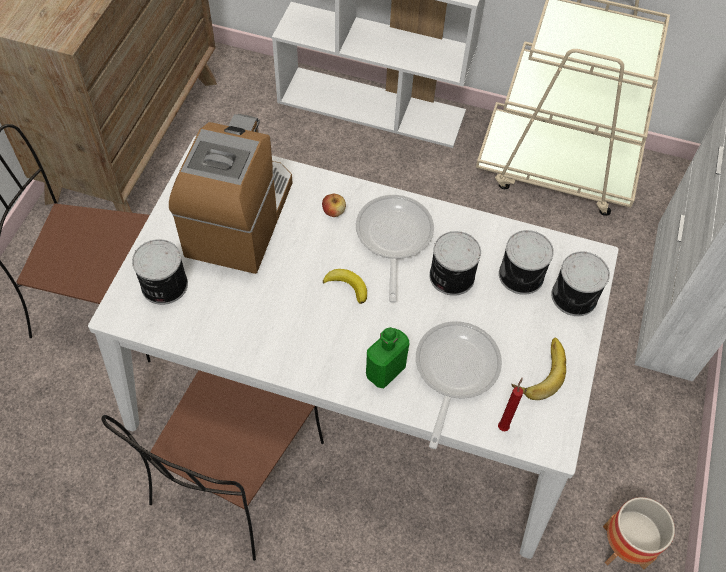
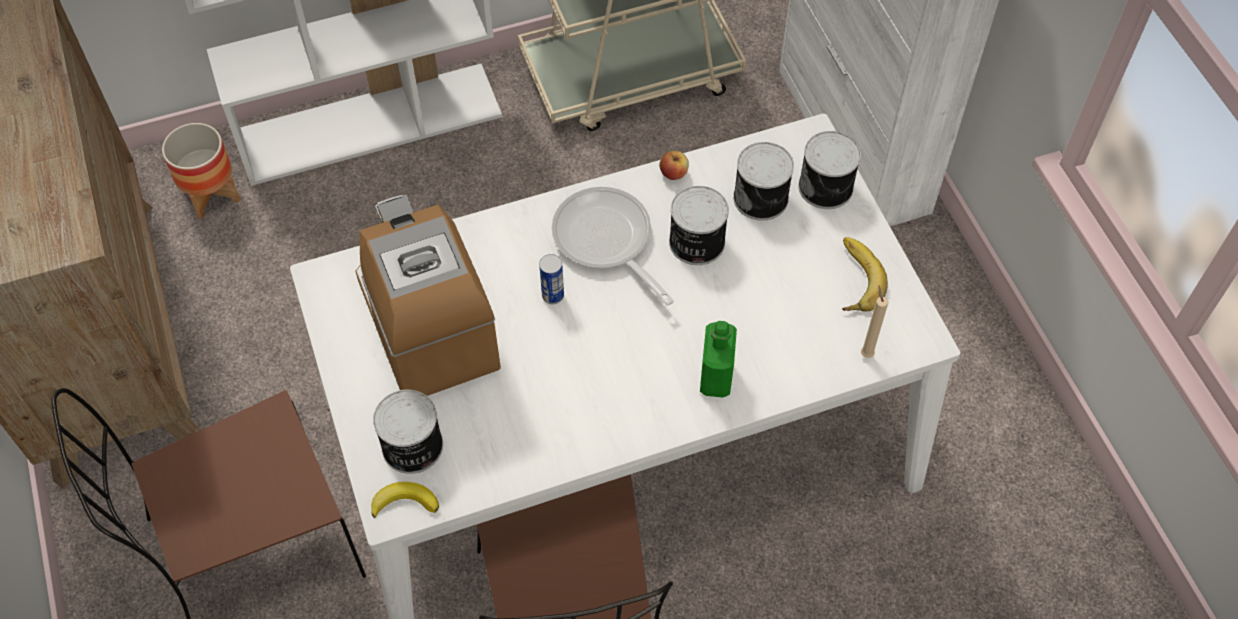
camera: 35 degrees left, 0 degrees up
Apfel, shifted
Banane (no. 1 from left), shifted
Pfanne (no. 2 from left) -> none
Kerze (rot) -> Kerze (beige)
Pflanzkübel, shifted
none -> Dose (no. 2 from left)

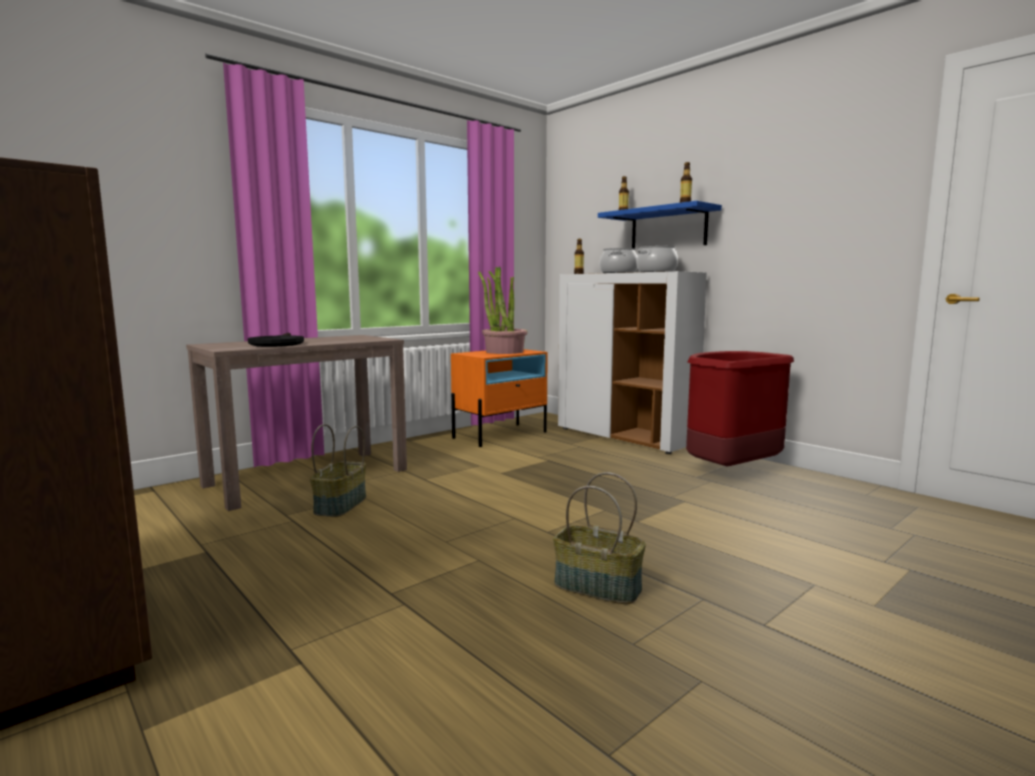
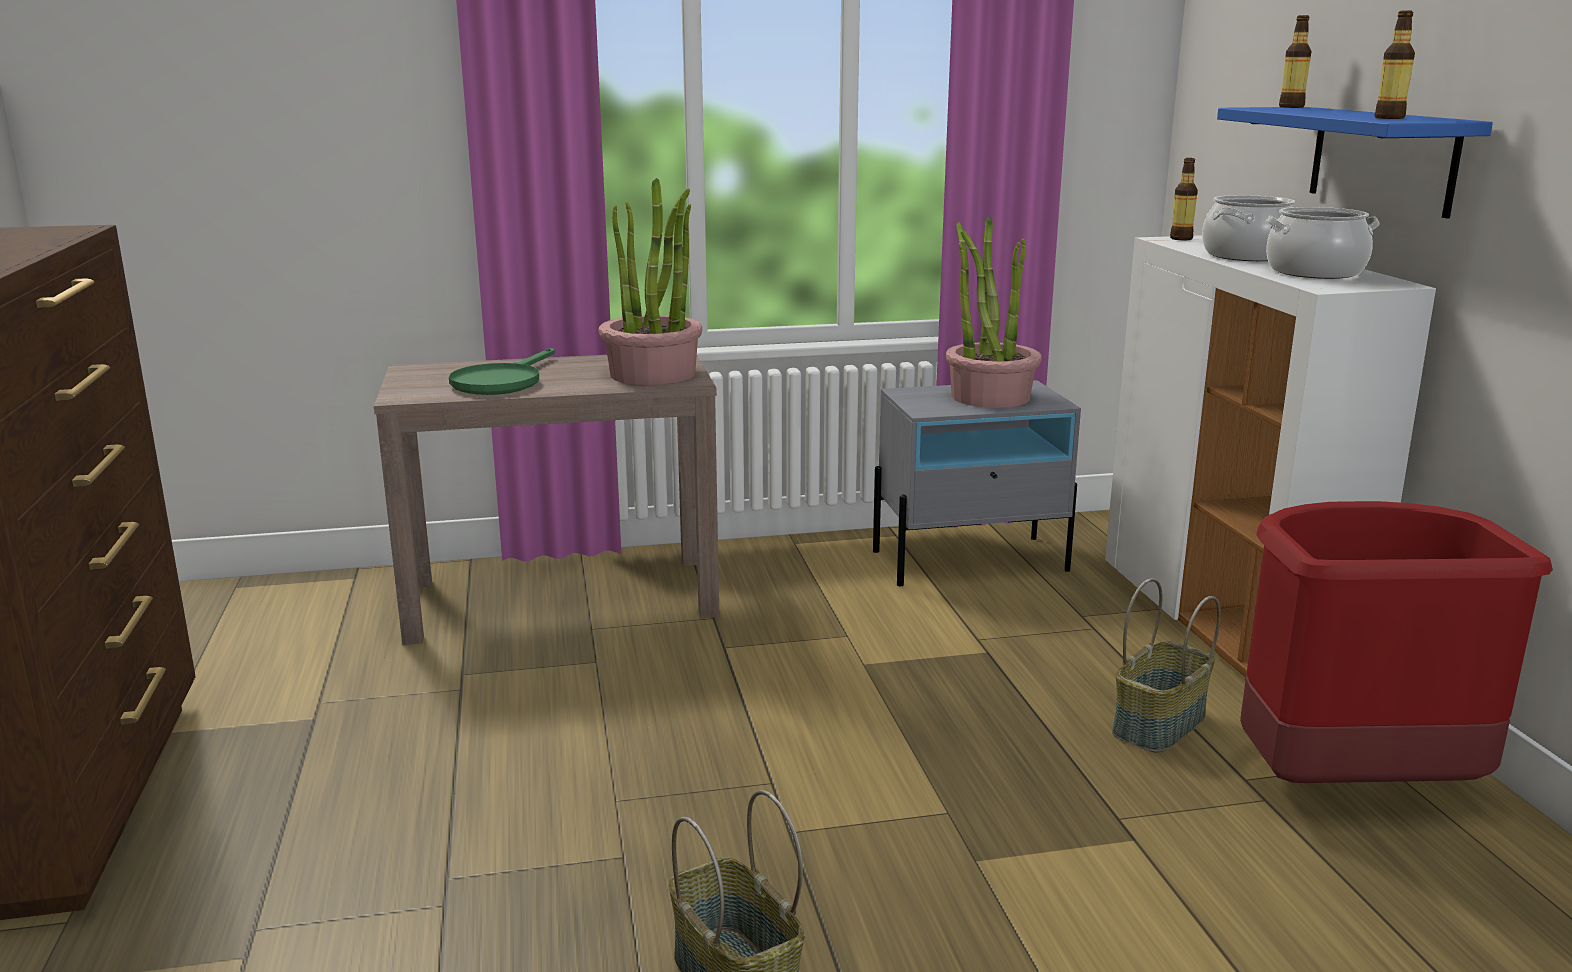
camera: 30 degrees right, 10 degrees up
Pfanne (schwarz) -> Pfanne (grün)
Nachttisch (orange) -> Nachttisch (grau)
Korb (no. 1 from left in the first image) -> Korb (no. 2 from left), shifted
none -> Topfpflanze (no. 1 from left)

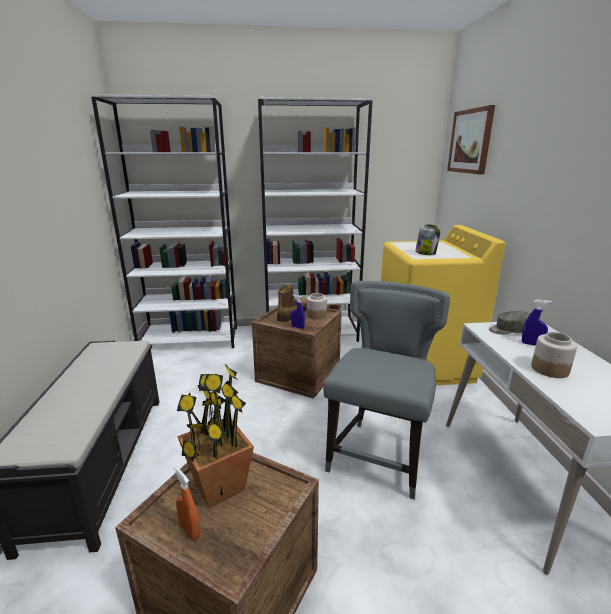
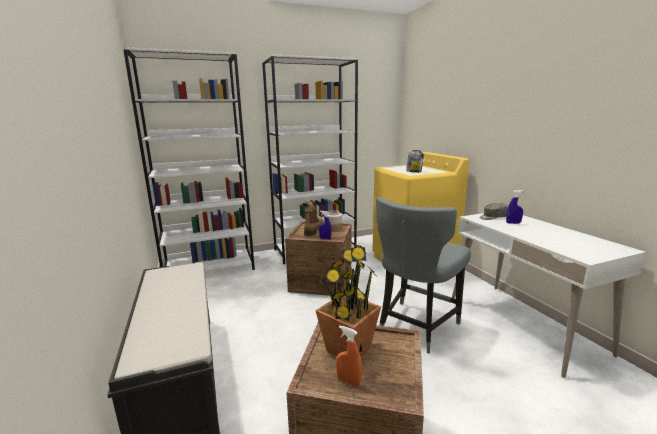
camera: 15 degrees left, 5 degrees down
Bild -> none
Stuhl (grau), 150 degrees counterclockwise
Vorratsglas (no. 3 from left) -> none

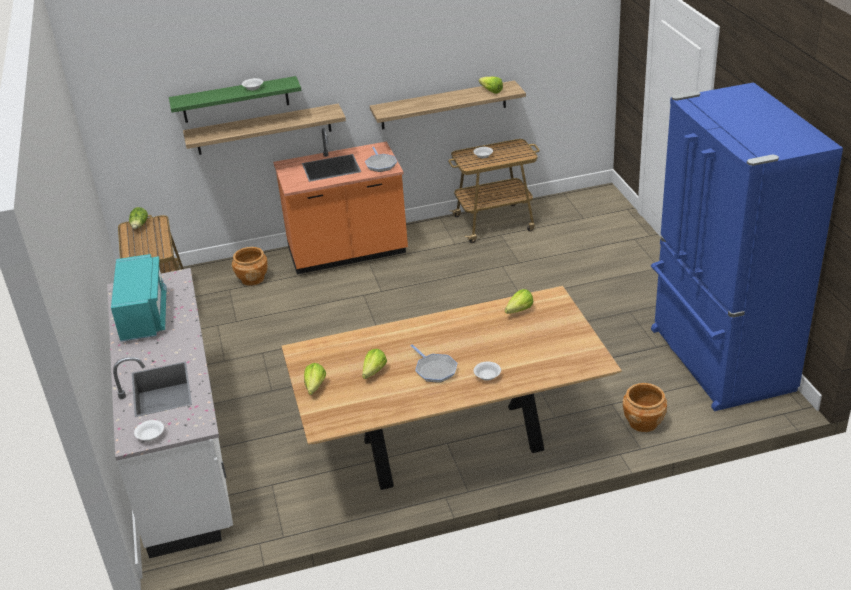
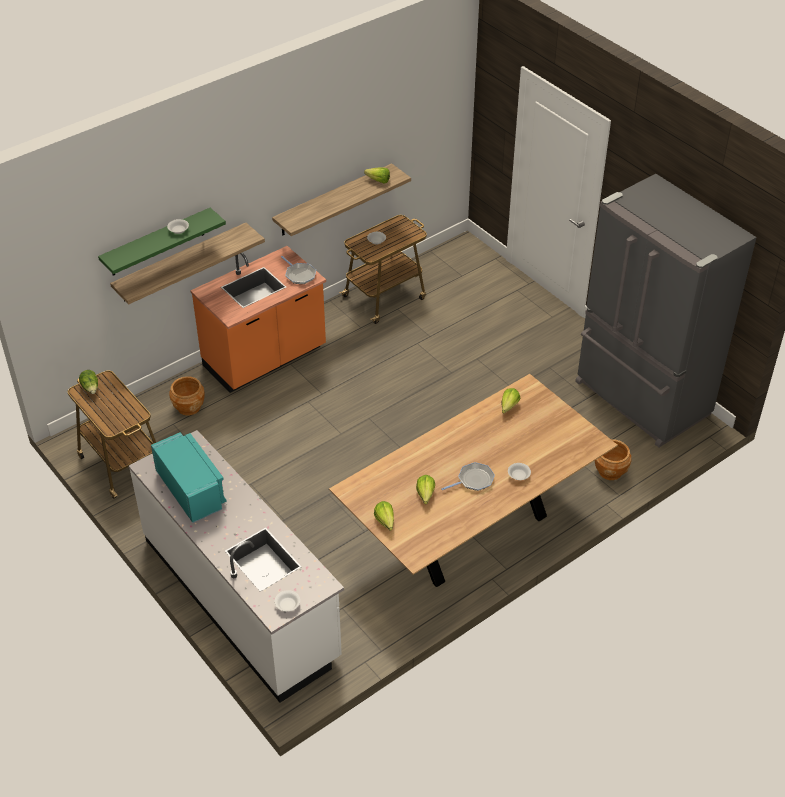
camera: 25 degrees left, 10 degrees up
Kühlschrank (blau) -> Kühlschrank (grau)
Pfanne (no. 2 from left), 60 degrees counterclockwise

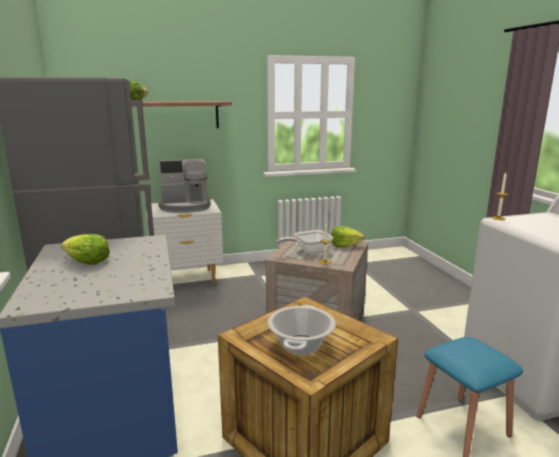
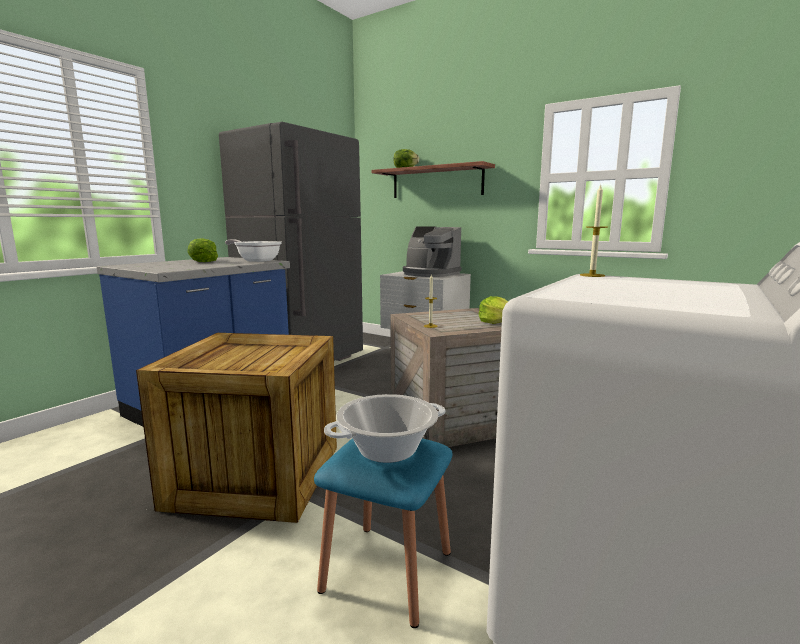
camera: 50 degrees right, 5 degrees down
Pfanne, shifted
Kochtopf, shifted

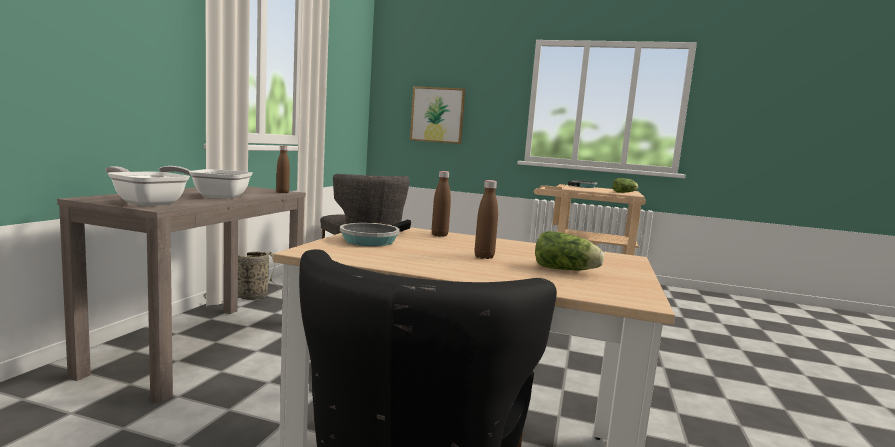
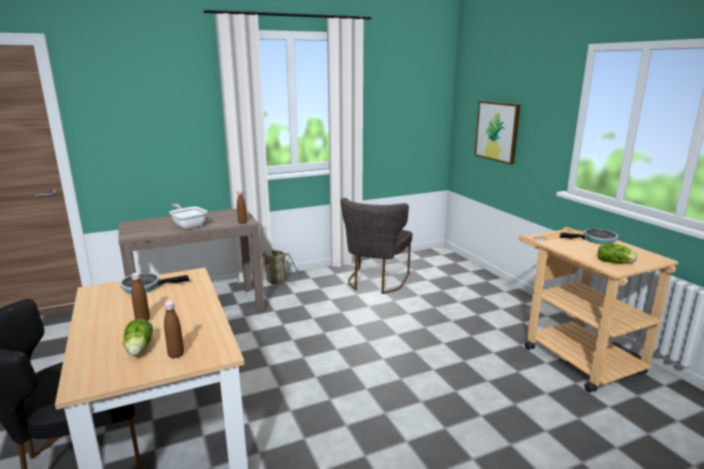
camera: 50 degrees right, 10 degrees up
Pfanne (no. 1 from left) -> none
Flasche (braun) (no. 2 from left), shifted

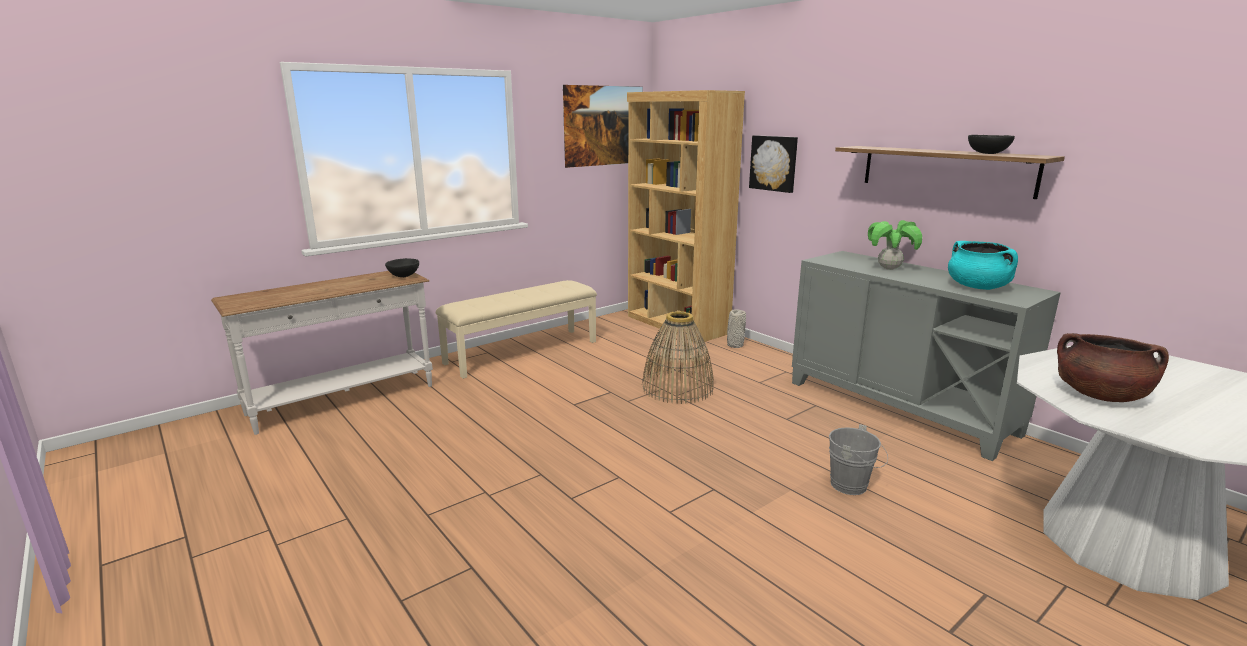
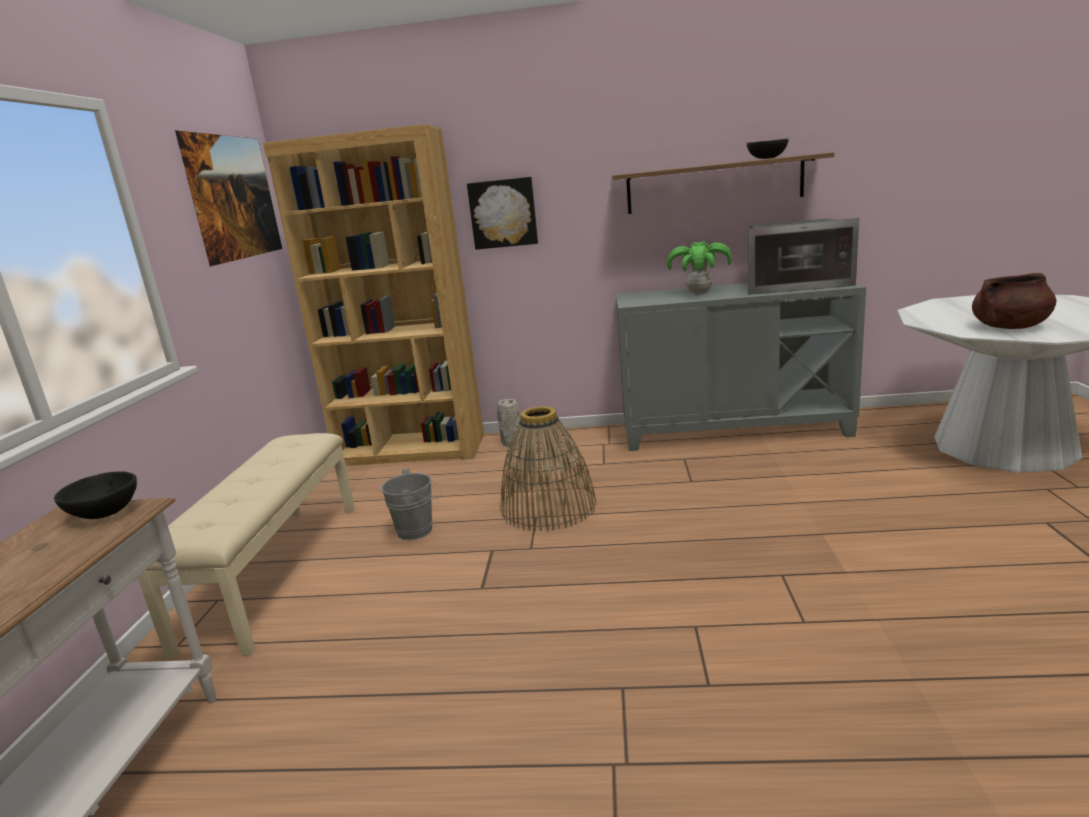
camera: 45 degrees left, 0 degrees up
Kochtopf (türkis) -> Mikrowelle
Eimer (grau), shifted

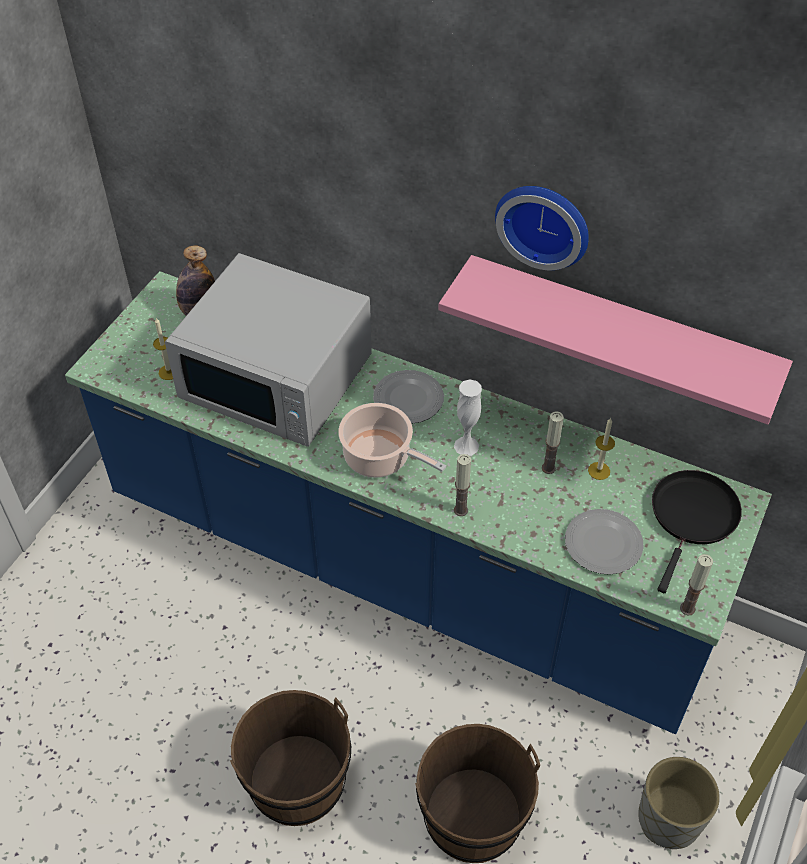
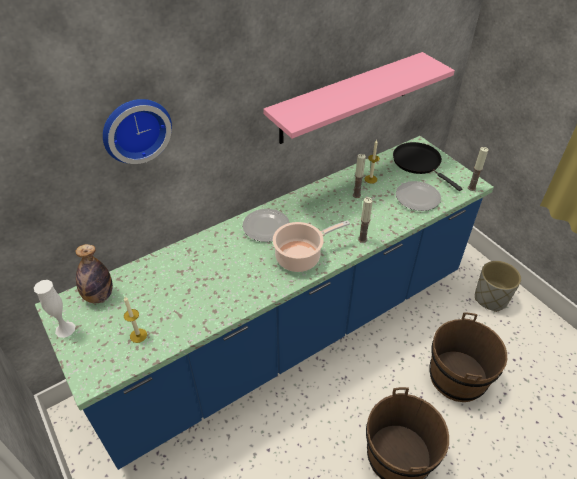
camera: 60 degrees left, 5 degrees down
Wanduhr, shifted
Mikrowelle (weiß) -> none
Vase (weiß), shifted

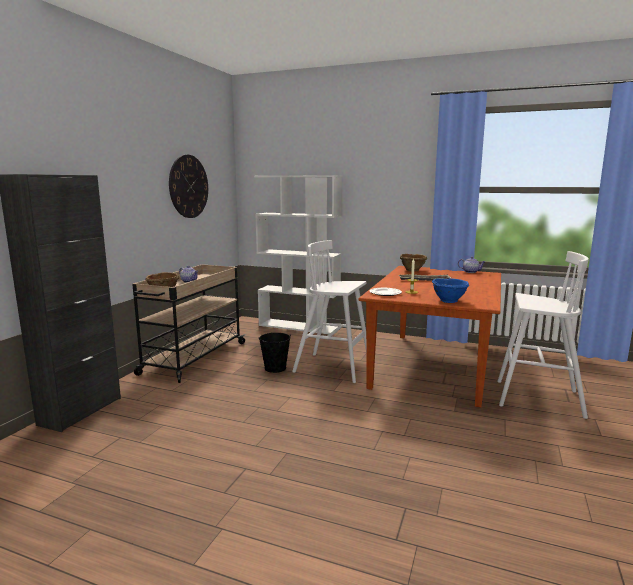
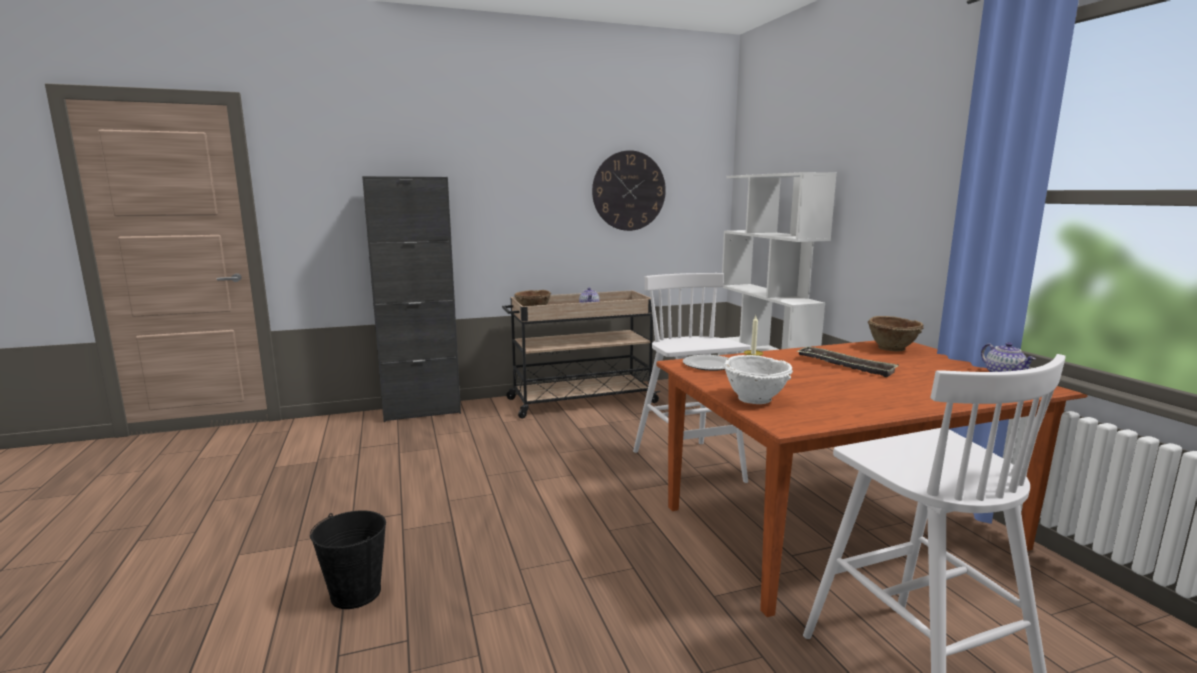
camera: 50 degrees right, 0 degrees up
Schüssel (blau) -> Schüssel (weiß)
Eimer (schwarz), shifted

